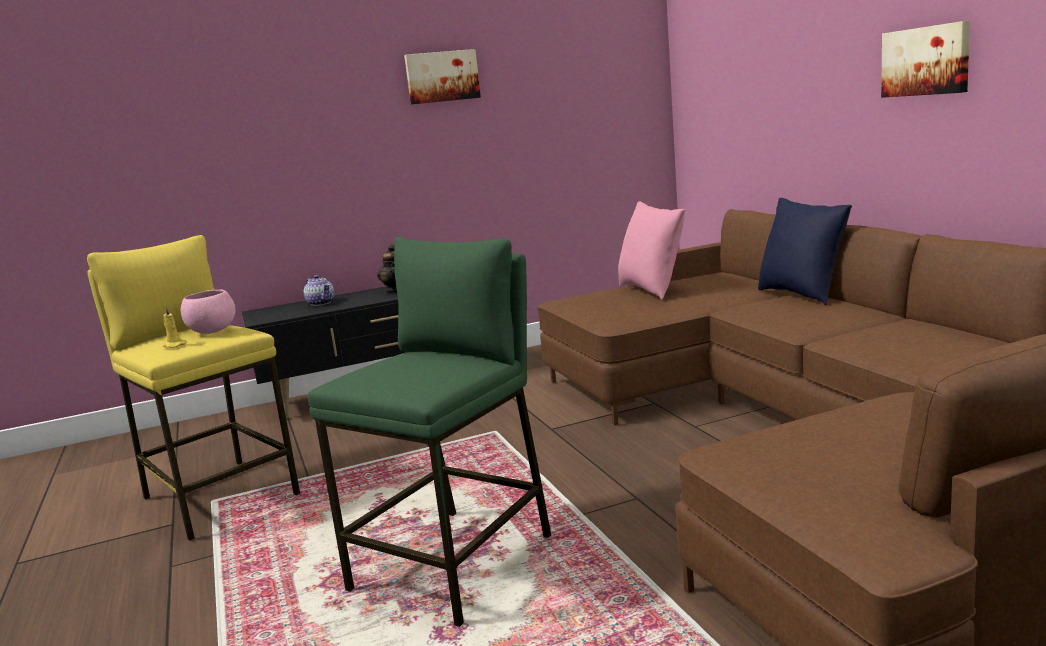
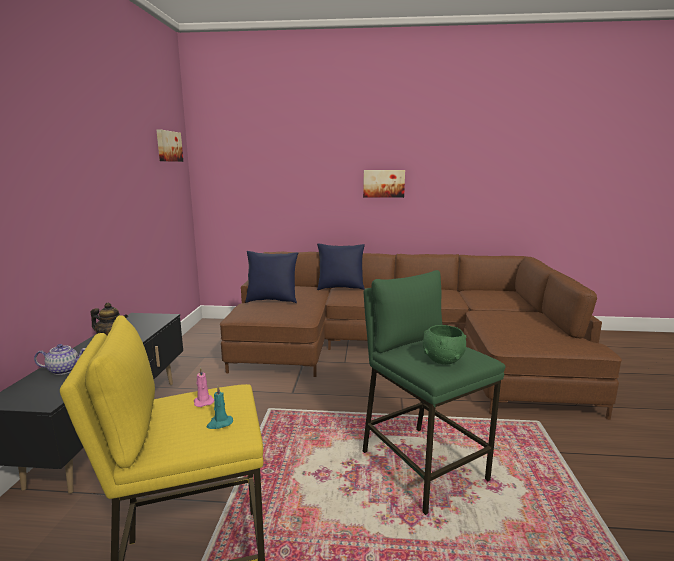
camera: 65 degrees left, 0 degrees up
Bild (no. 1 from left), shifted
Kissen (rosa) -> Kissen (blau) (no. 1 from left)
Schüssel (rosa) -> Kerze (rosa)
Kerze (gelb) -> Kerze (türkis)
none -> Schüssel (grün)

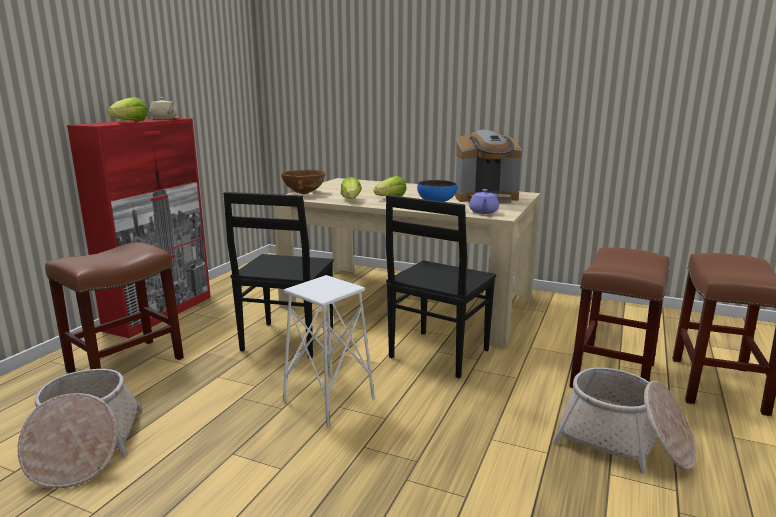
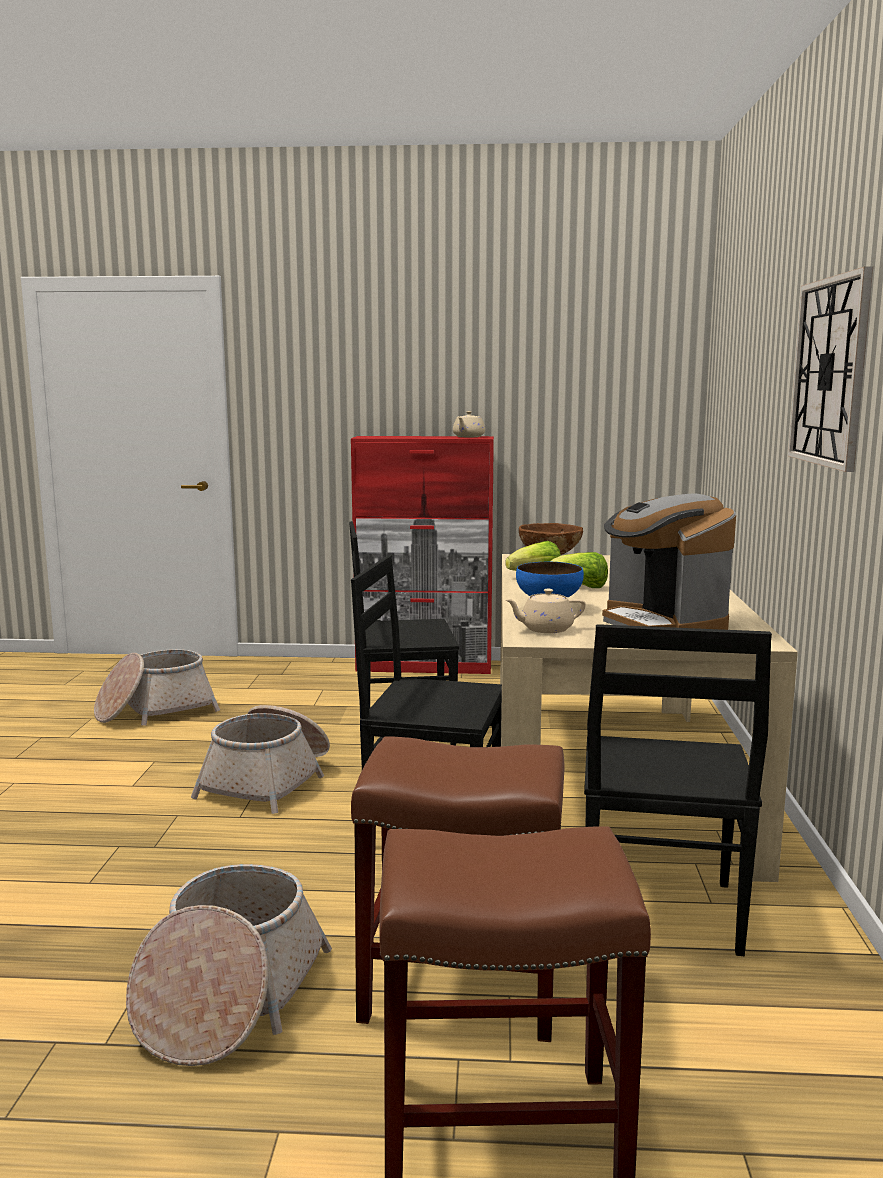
camera: 70 degrees right, 5 degrees down
Salatkopf (no. 1 from left) -> none
Teekanne (lila) -> Teekanne (beige) (no. 2 from left)
Hocker (braun) (no. 1 from left) -> none
Hocker (weiß) -> Korb (no. 3 from left)
none -> Wanduhr
none -> Stuhl (schwarz) (no. 3 from left)

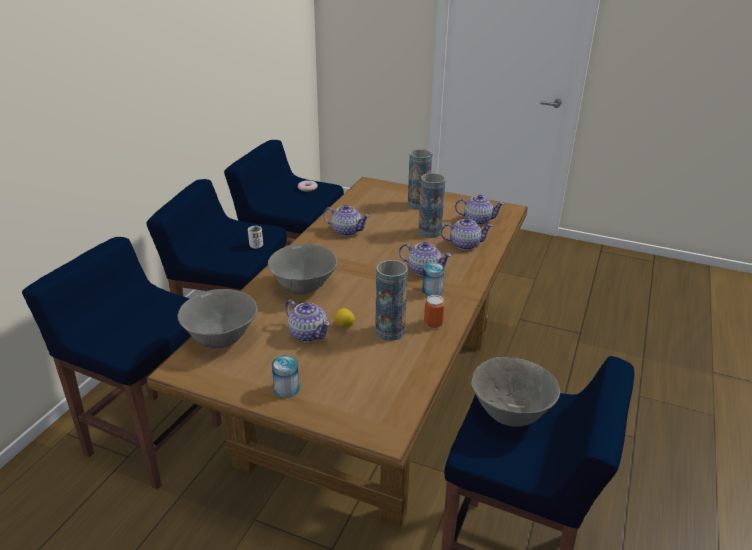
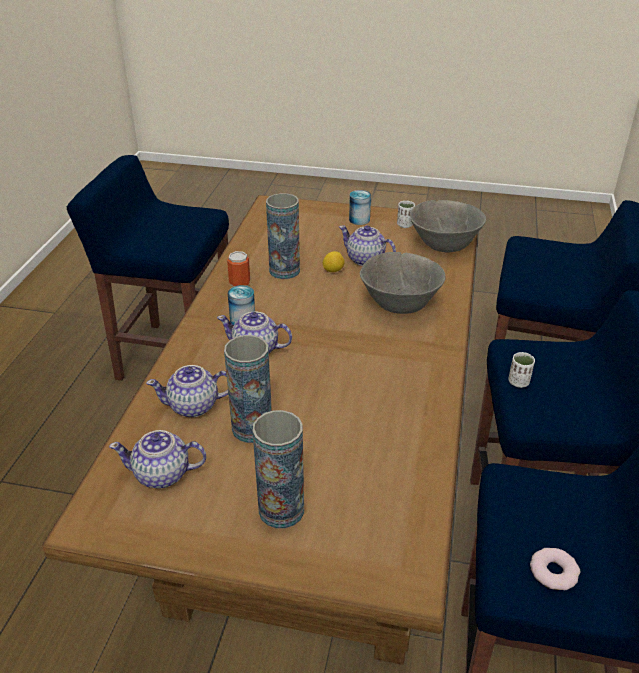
camera: 170 degrees right, 5 degrees up
Teekanne (no. 2 from left) -> none
Schüssel (grau) (no. 3 from left) -> none
none -> Tasse (weiß) (no. 1 from left)

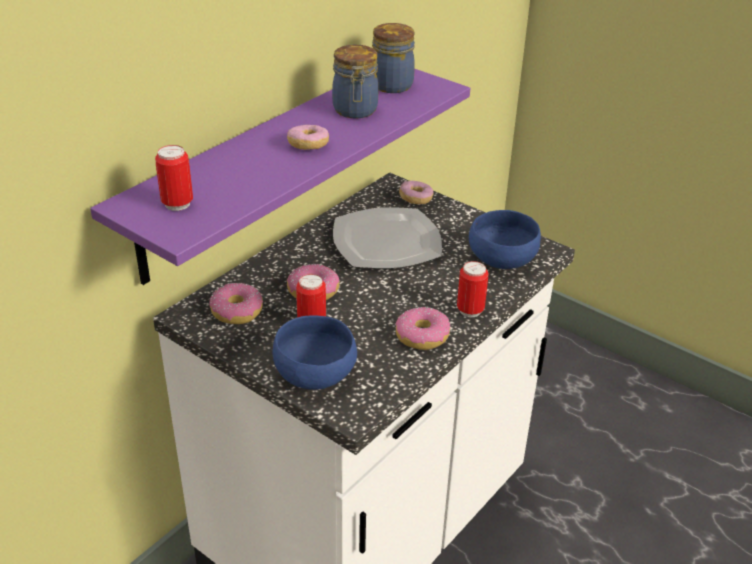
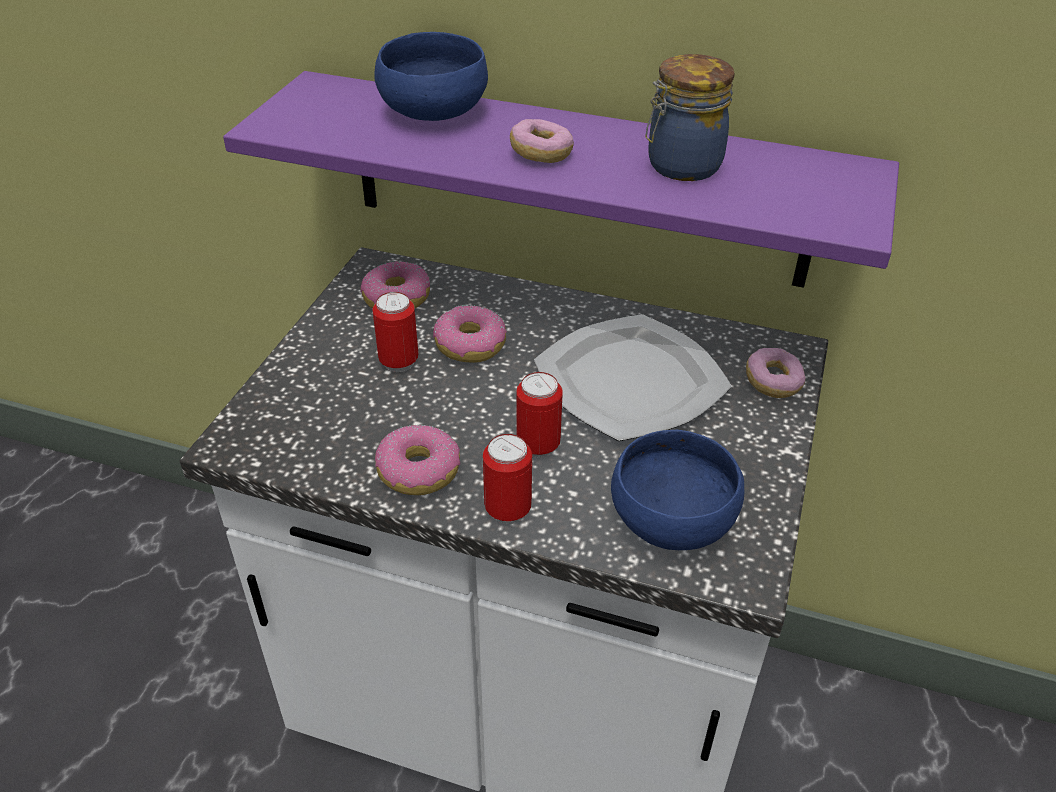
camera: 70 degrees right, 5 degrees up
Vorratsglas (no. 2 from left) -> none
Dose (no. 1 from left in the first image) -> Dose (no. 3 from left), shifted
Schüssel (blau) (no. 1 from left), shifted

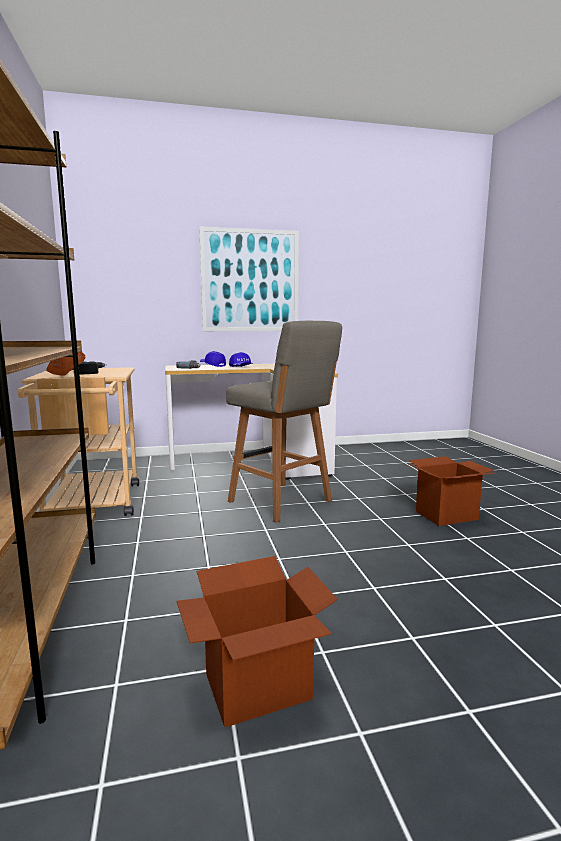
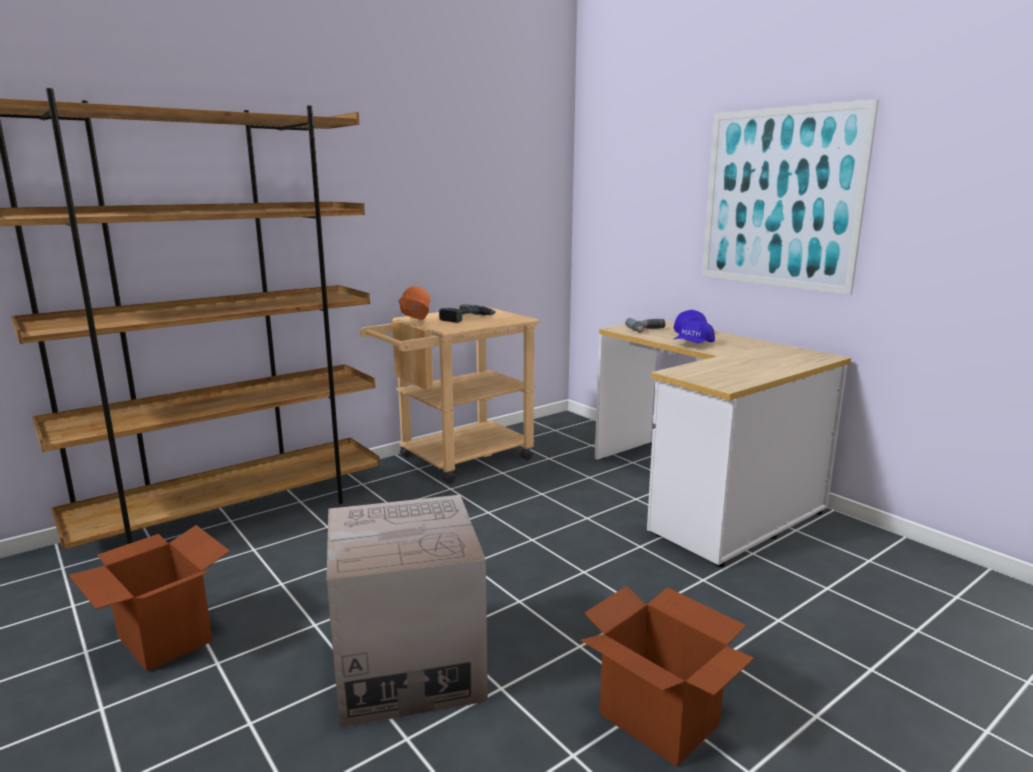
camera: 65 degrees right, 5 degrees up
Hocker (grau) -> none
none -> Karton (no. 2 from left)

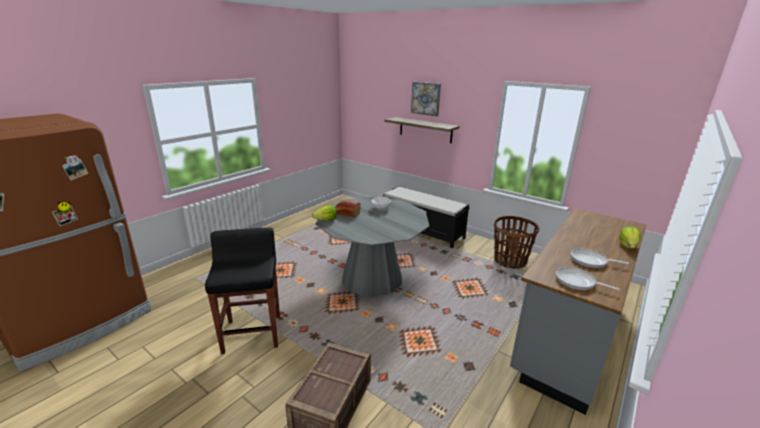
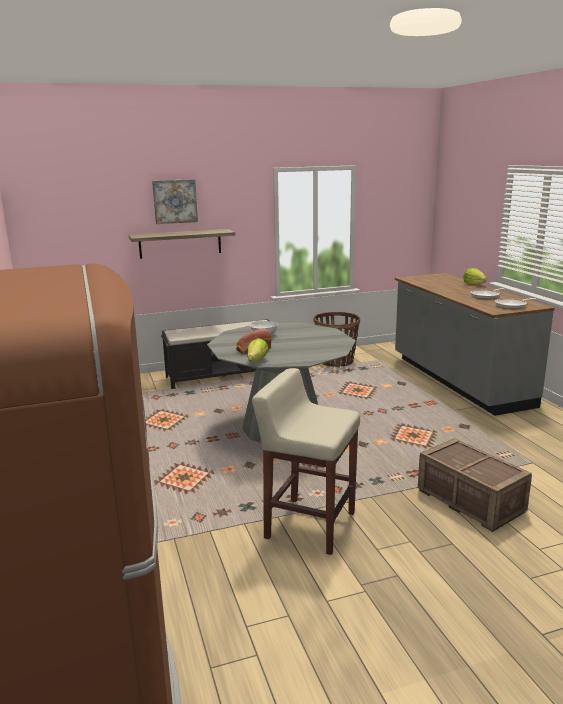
camera: 55 degrees left, 5 degrees down
Hocker (schwarz) -> Hocker (beige)

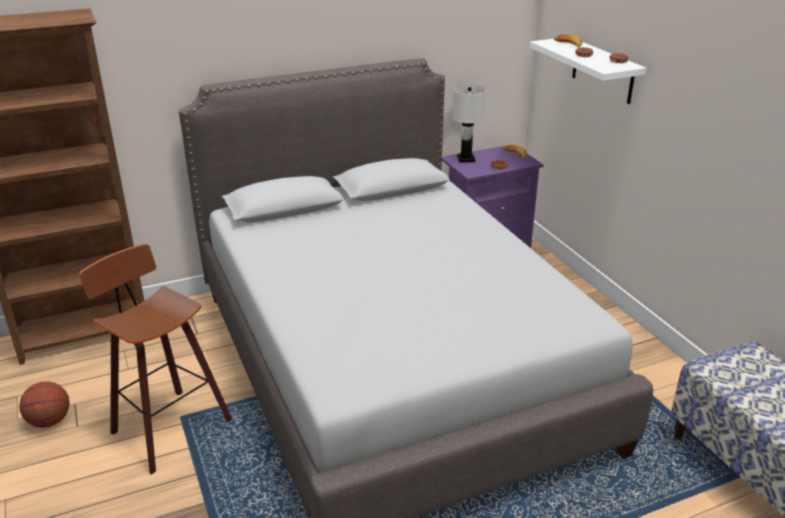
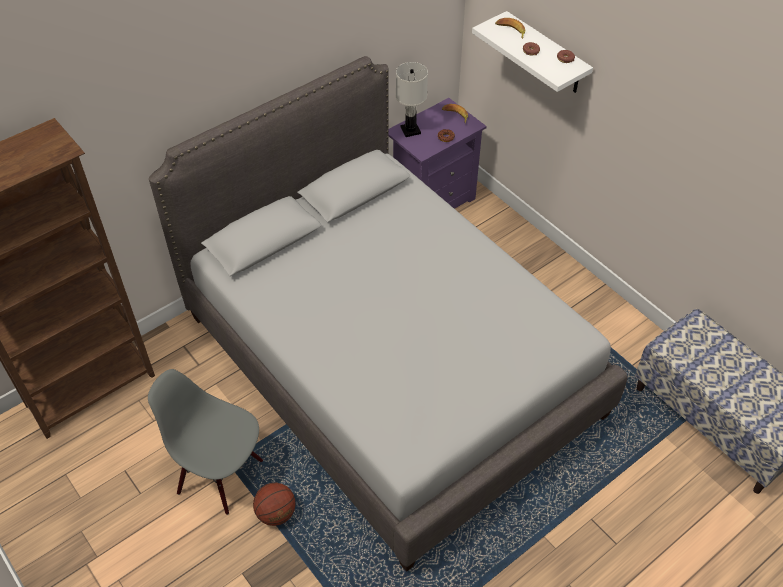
camera: 15 degrees left, 20 degrees up
Hocker -> Stuhl (grau)
Basketball, shifted

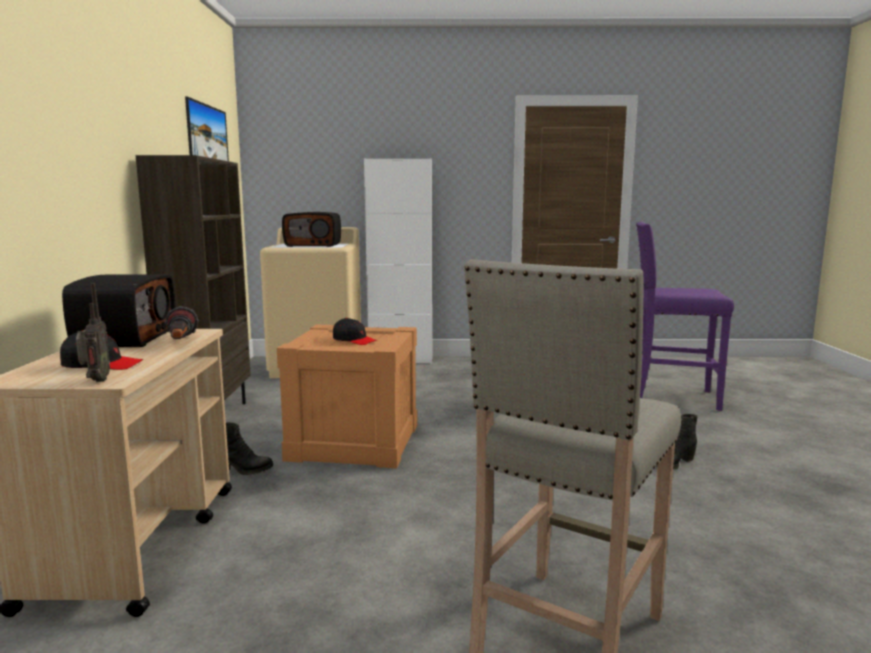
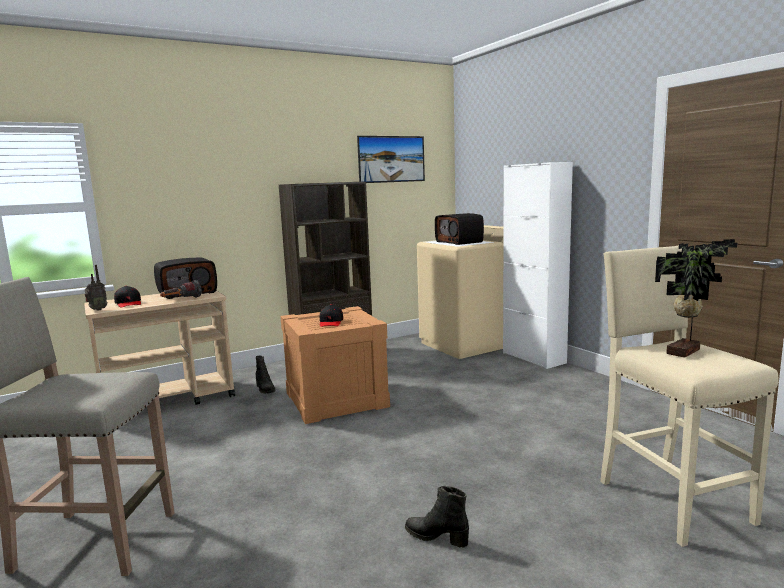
camera: 60 degrees right, 0 degrees up
Hocker (lila) -> Hocker (beige) (no. 2 from left)
none -> Topfpflanze

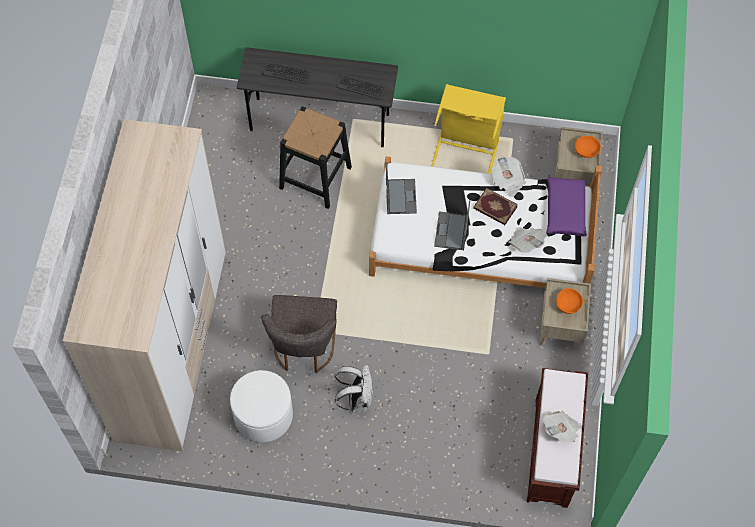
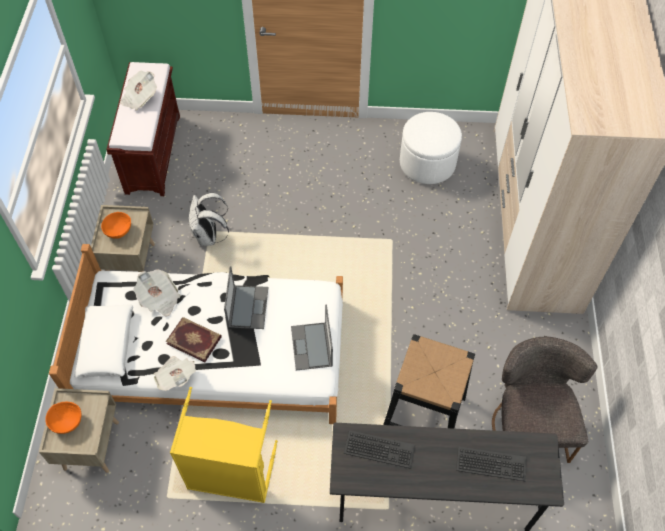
camera: 175 degrees right, 5 degrees down
Kissen (lila) -> Kissen (weiß)
Stuhl (grau), shifted
Rucksack (weiß), shifted

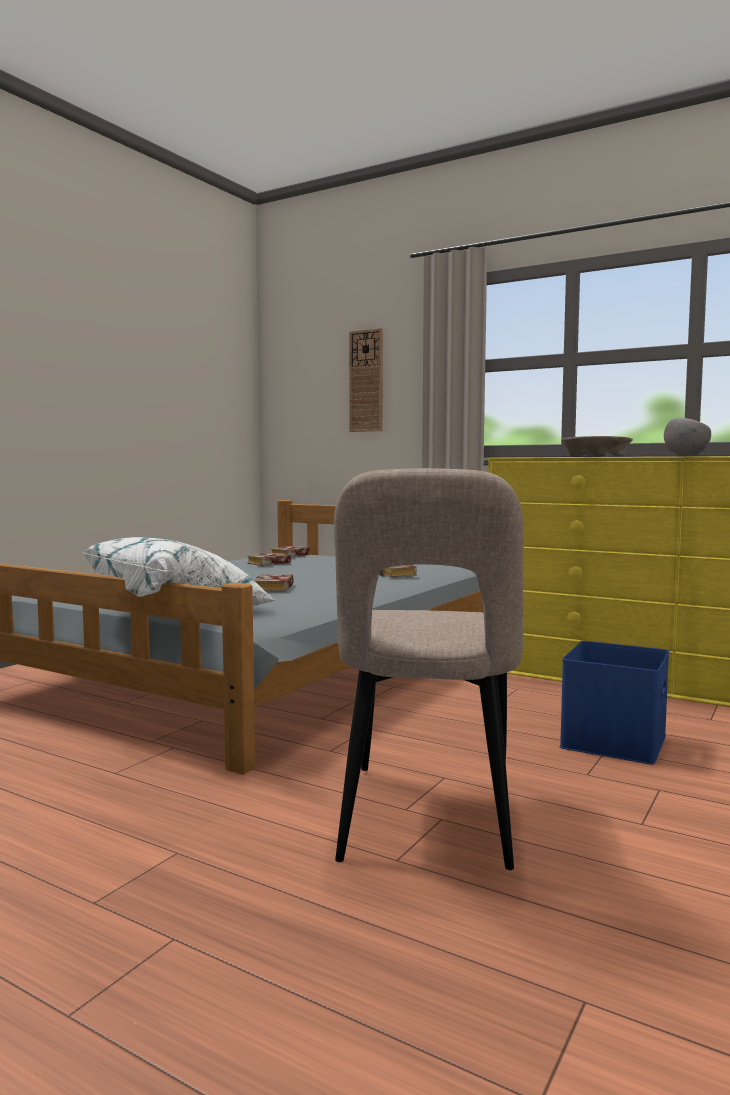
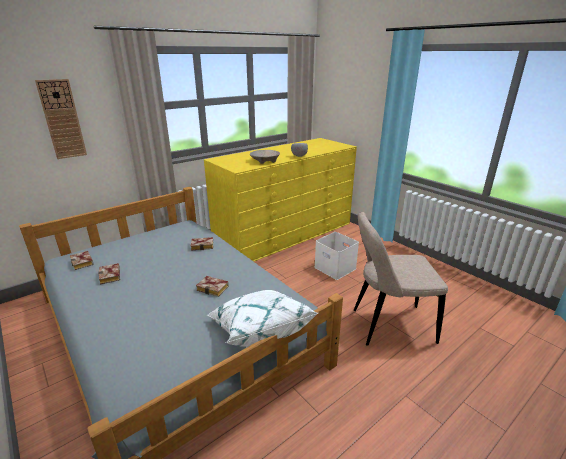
camera: 70 degrees left, 20 degrees up
Stuhl (beige), 150 degrees clockwise
Aufbewahrungsbox (blau) -> Aufbewahrungsbox (weiß)

